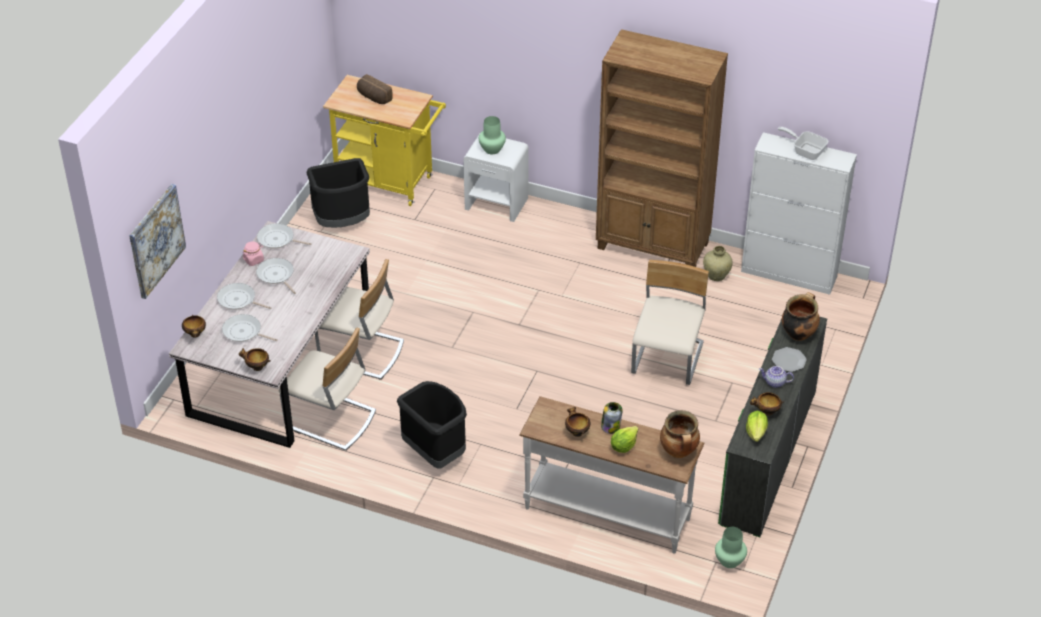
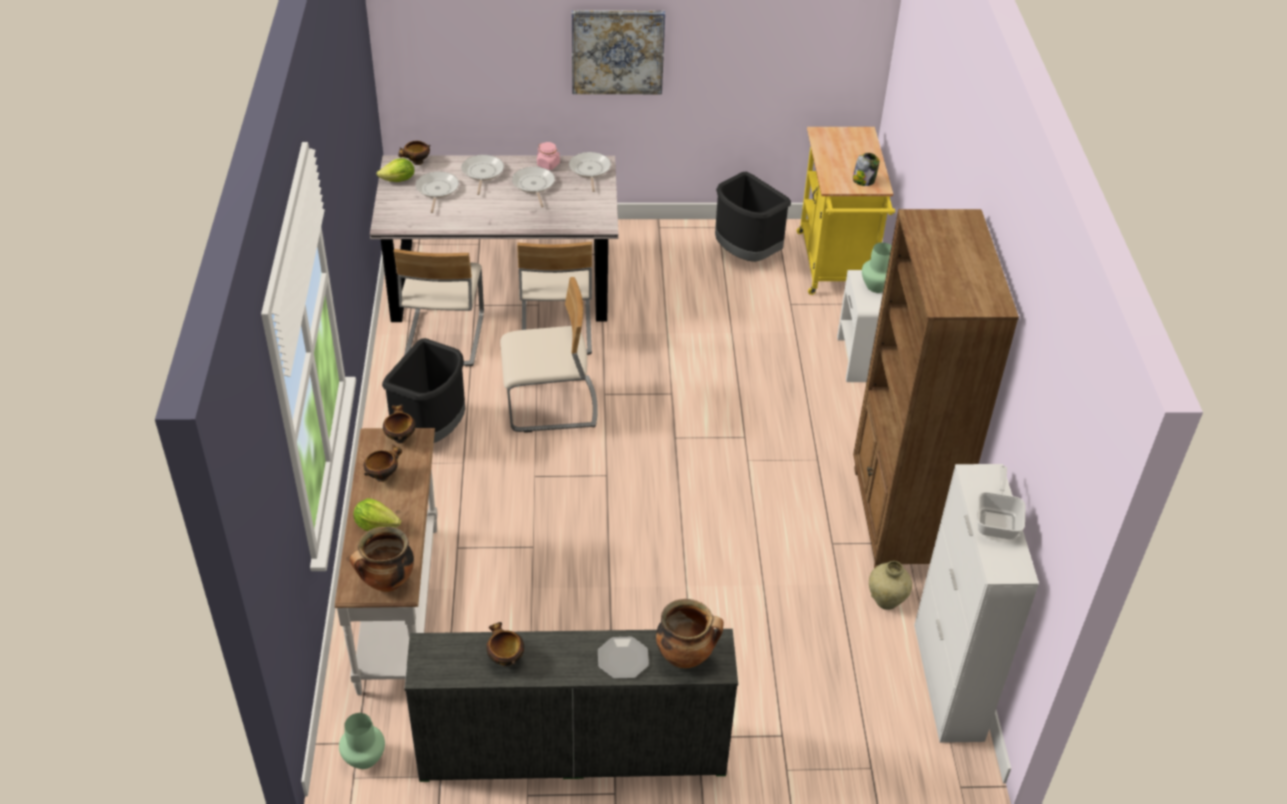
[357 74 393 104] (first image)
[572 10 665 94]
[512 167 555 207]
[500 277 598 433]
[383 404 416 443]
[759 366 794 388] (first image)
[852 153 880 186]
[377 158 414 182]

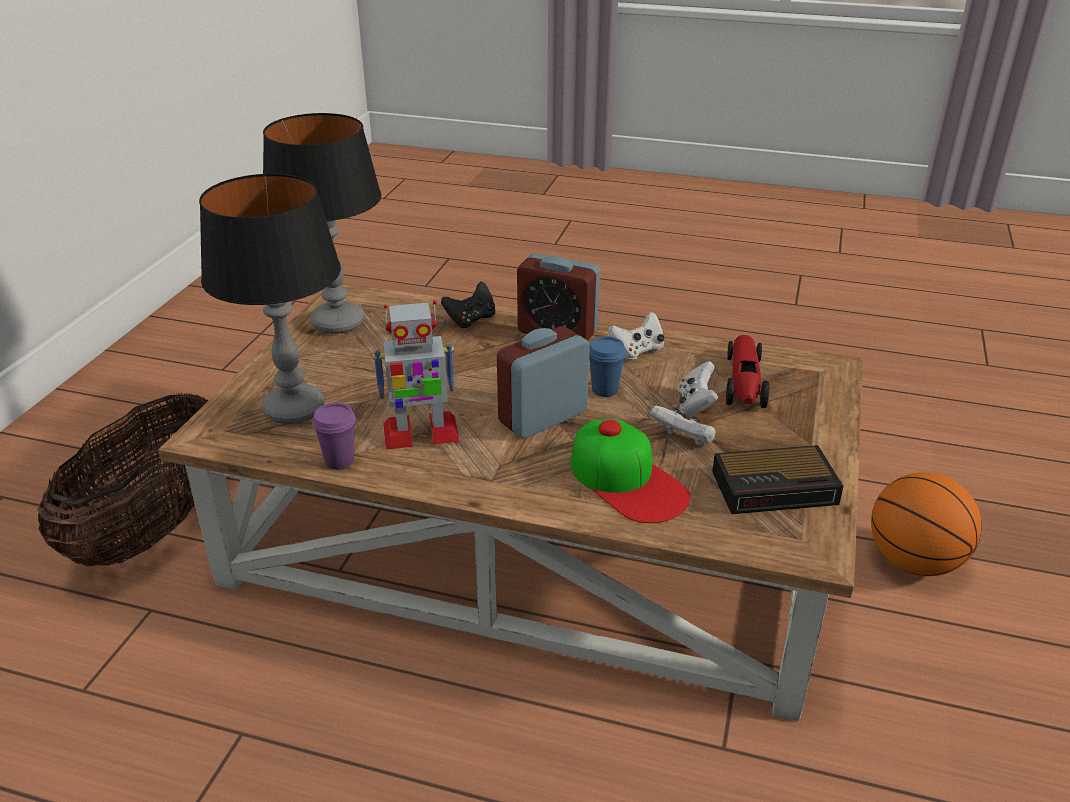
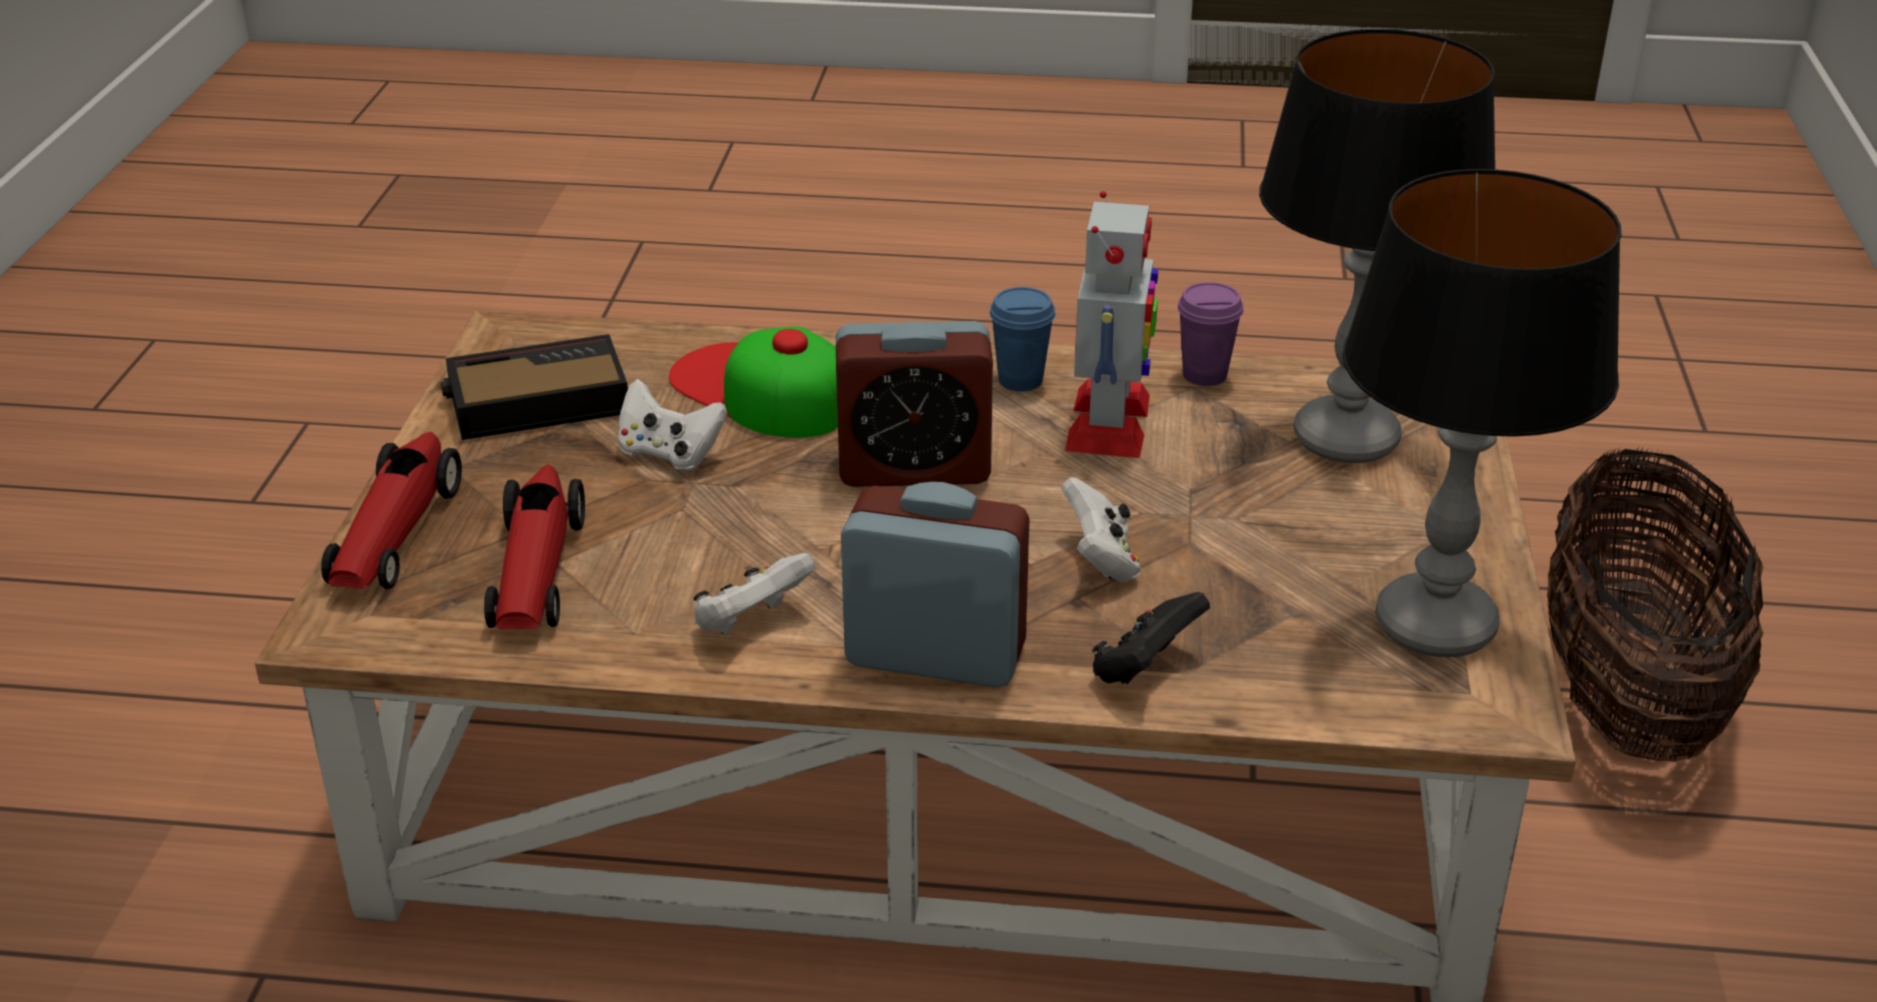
[1065 191 1158 458]
[836 321 993 487]
[989 287 1056 391]
[1061 477 1141 582]
[871 472 982 576] (first image)
[321 432 462 589]

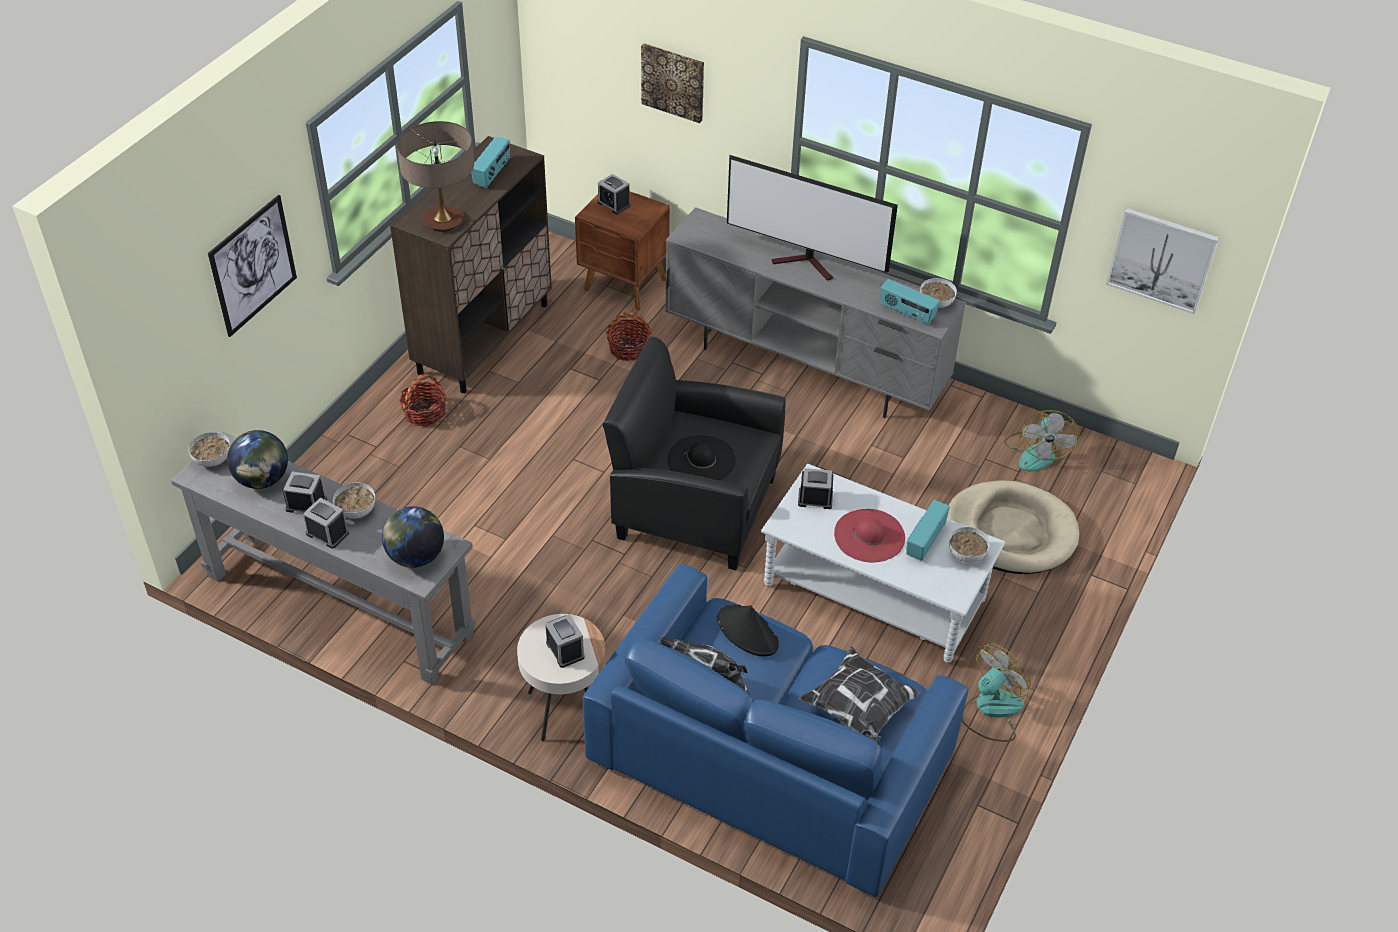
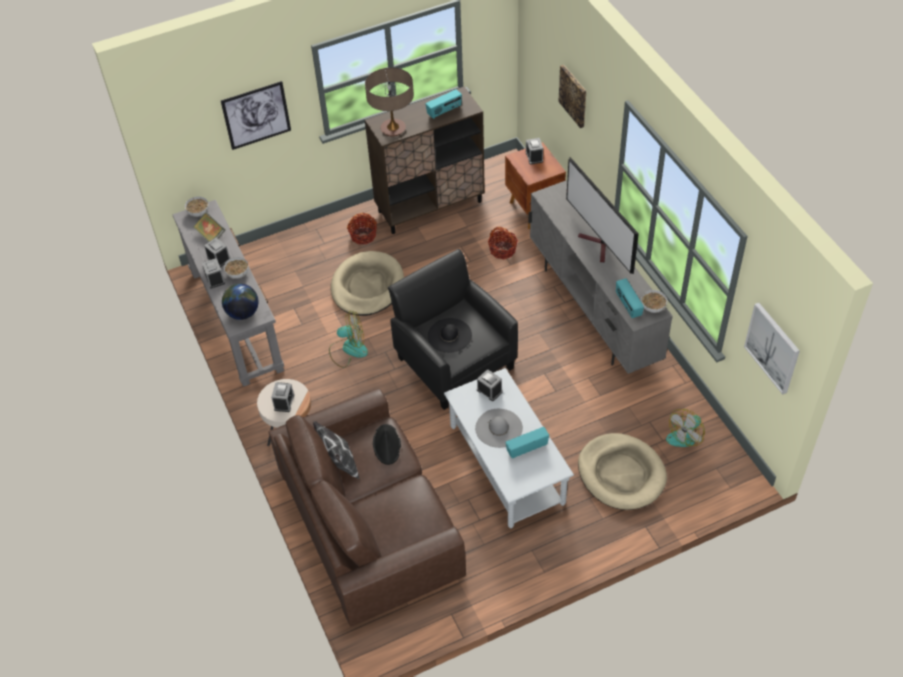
[193 213 225 242]
[475 409 523 448]
[949 527 990 562] (first image)
[268 388 466 626]
[329 311 368 368]
[799 647 921 745] (first image)
[331 251 404 316]

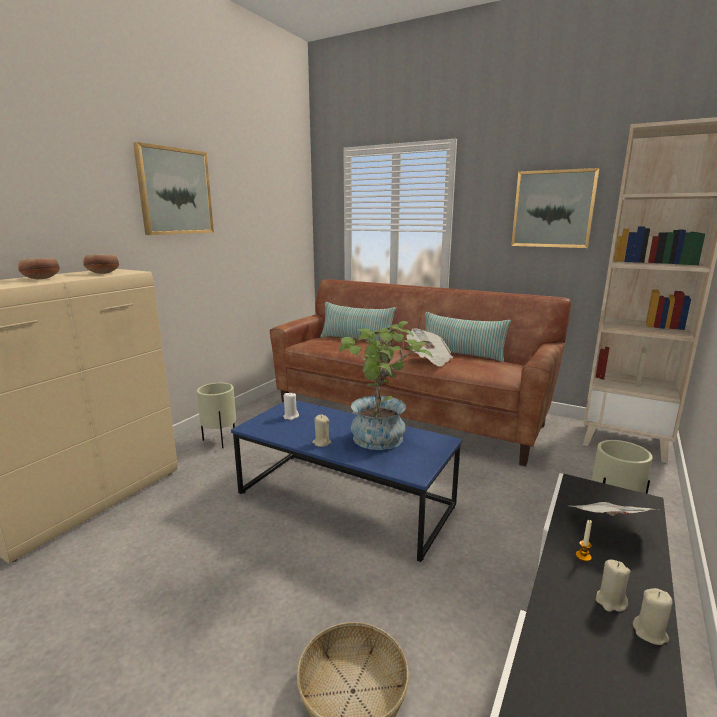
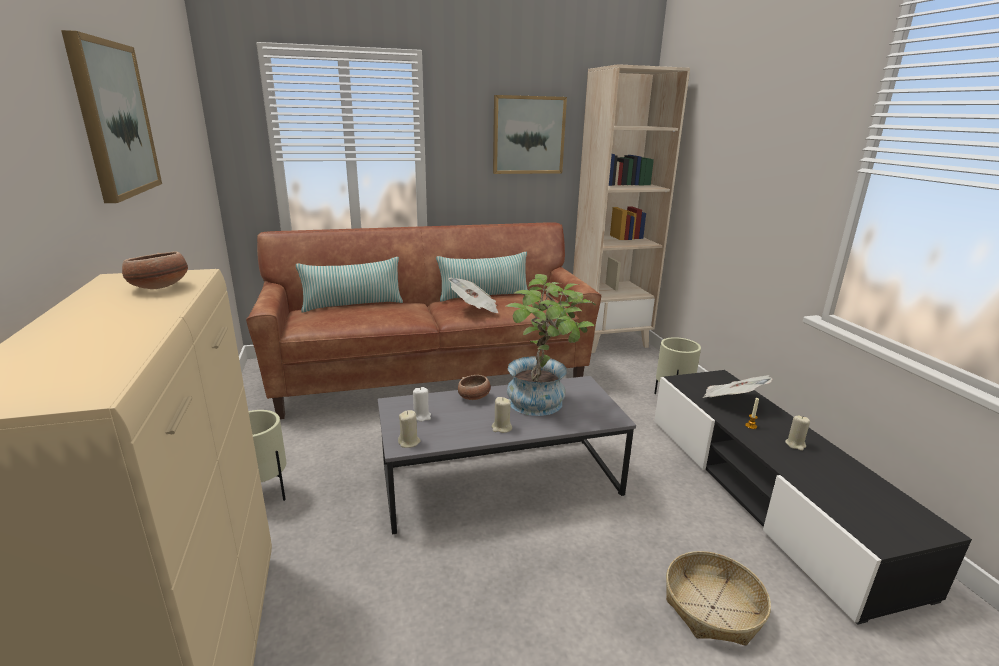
[458 375 491 400]
[378 376 636 534]
[398 410 421 448]

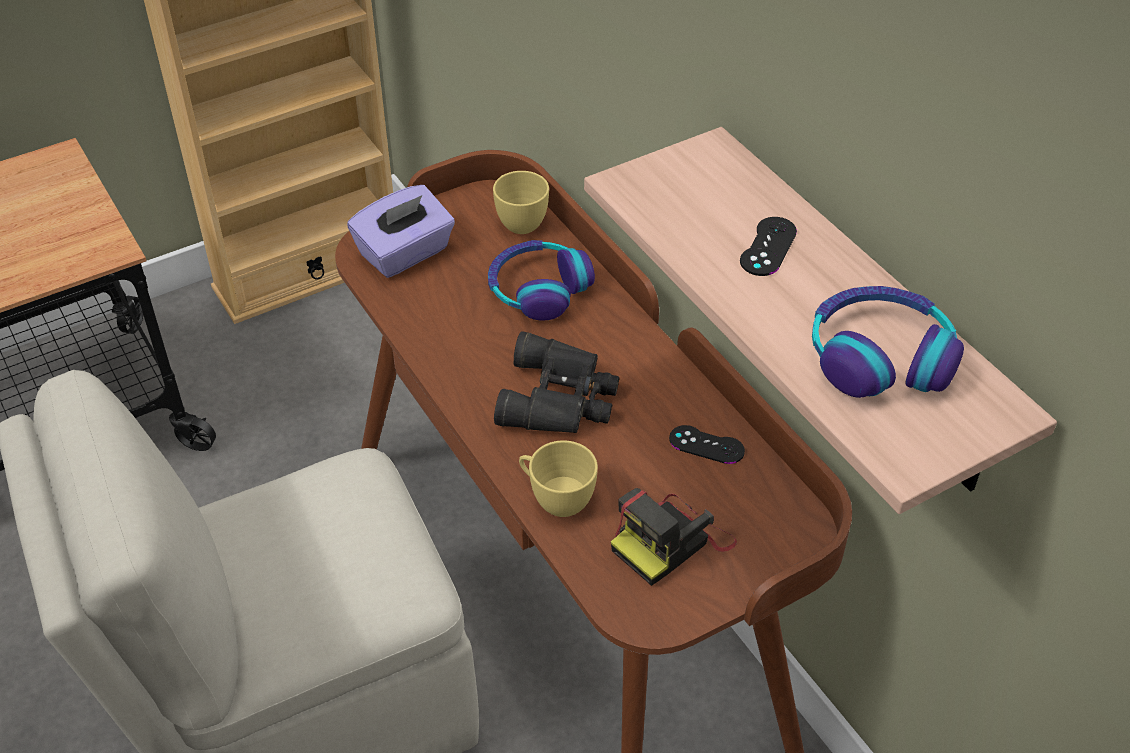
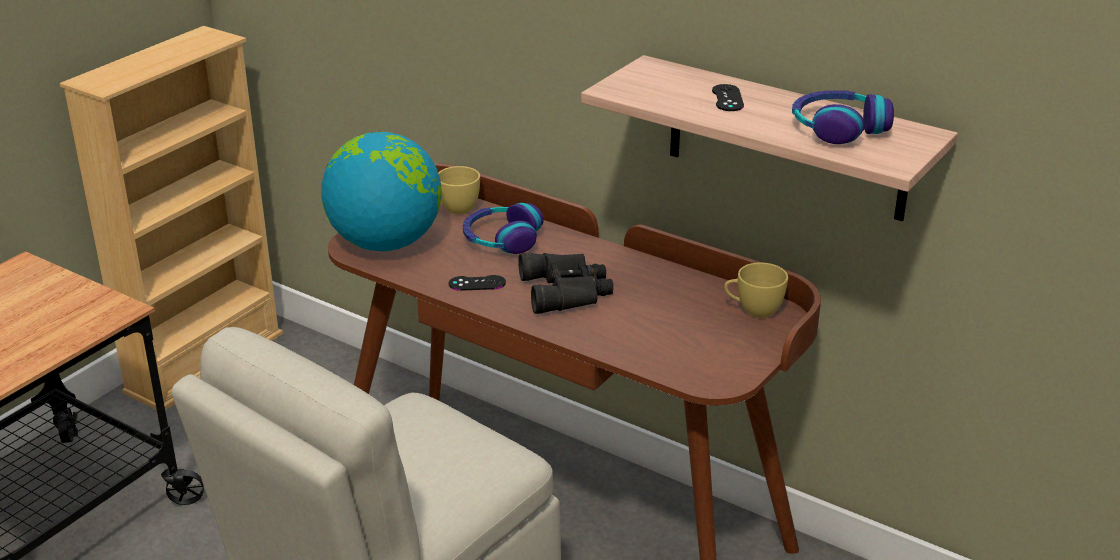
[321 132 442 251]
[449 275 506 291]
[724 262 788 318]
[611 488 737 586] (first image)

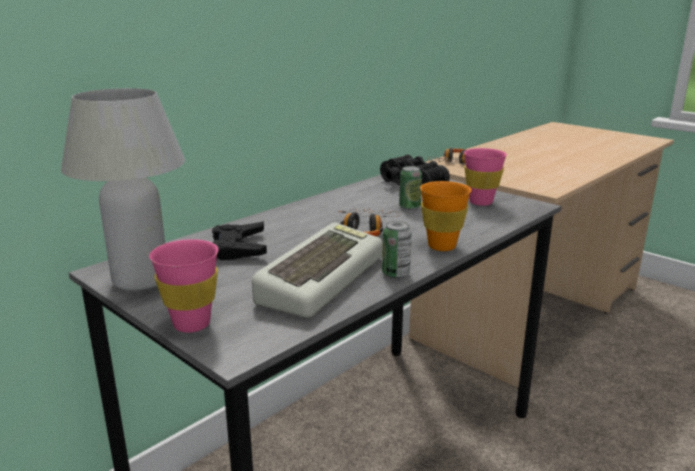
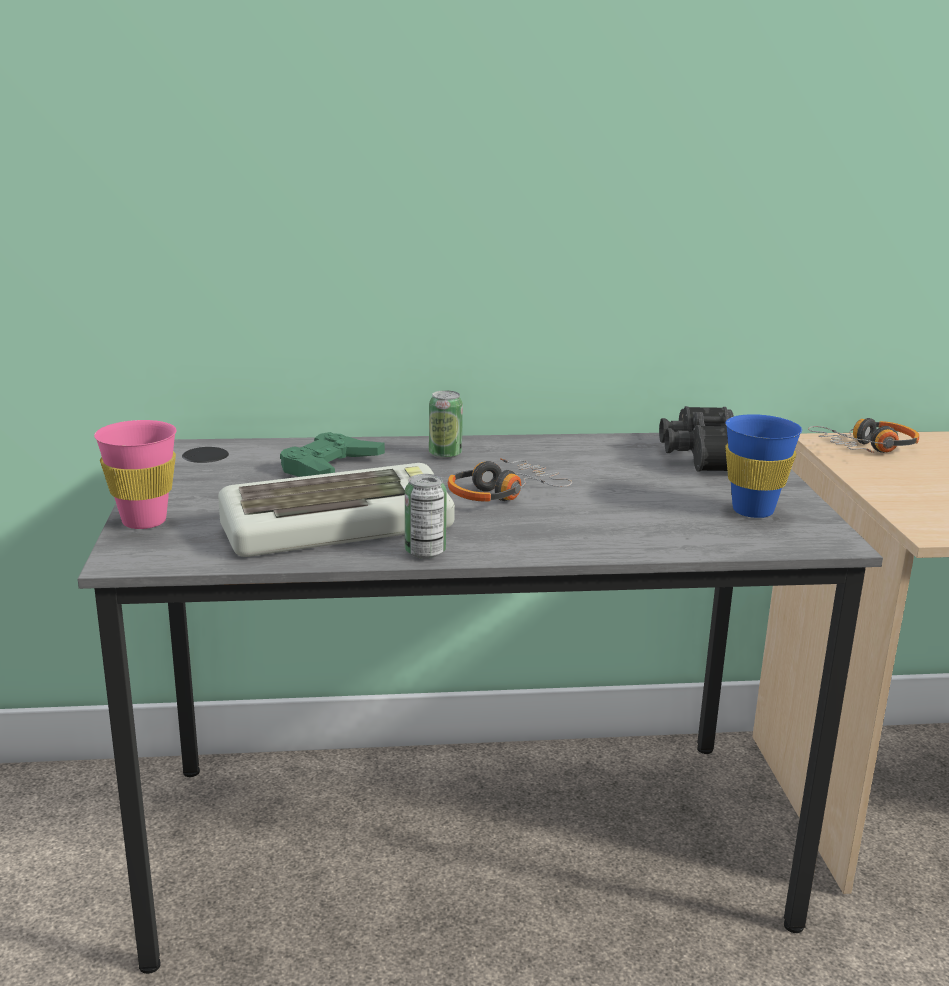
[61 88 185 291] (first image)
[725 414 802 518]
[429 390 463 459]
[420 181 472 251] (first image)
[280 432 385 477]

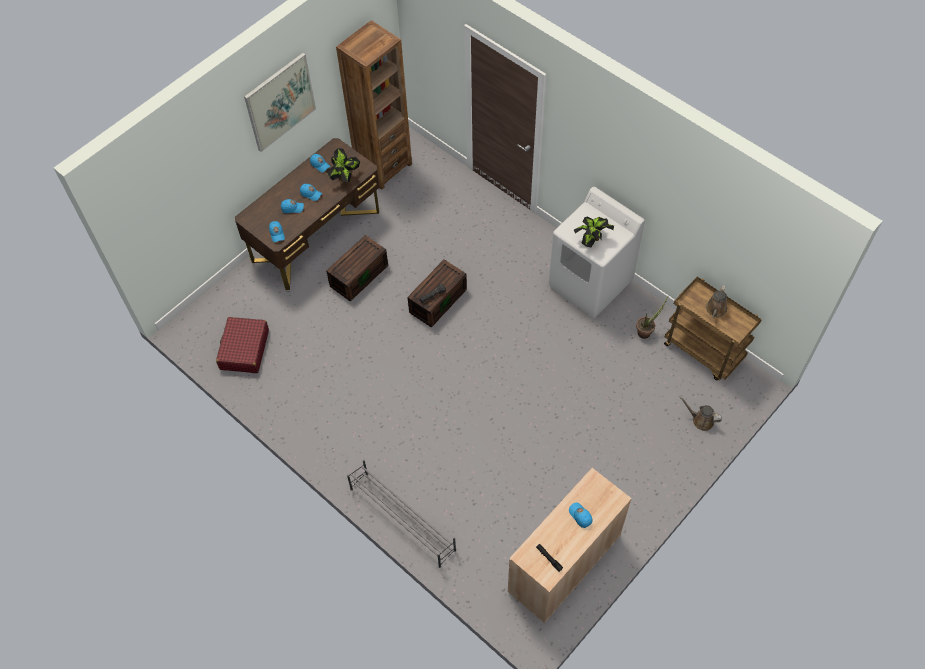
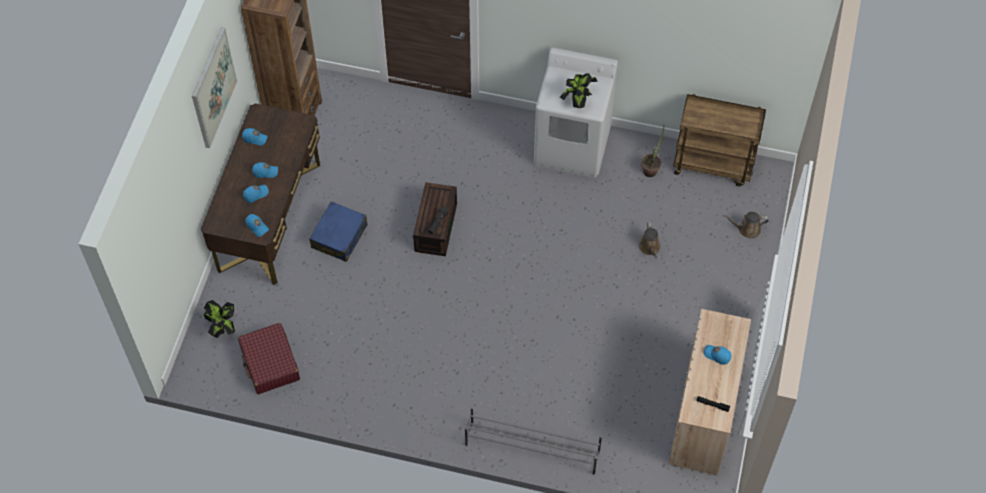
[204 300 235 338]
[309 201 368 262]
[639 222 660 259]

